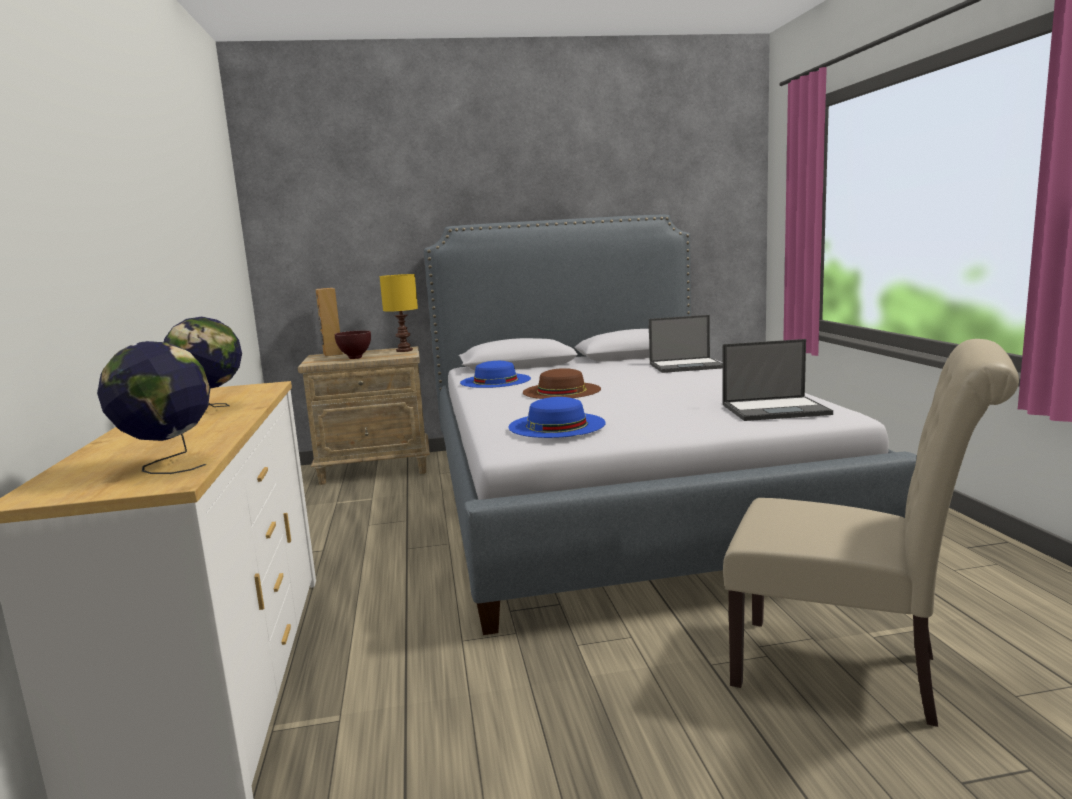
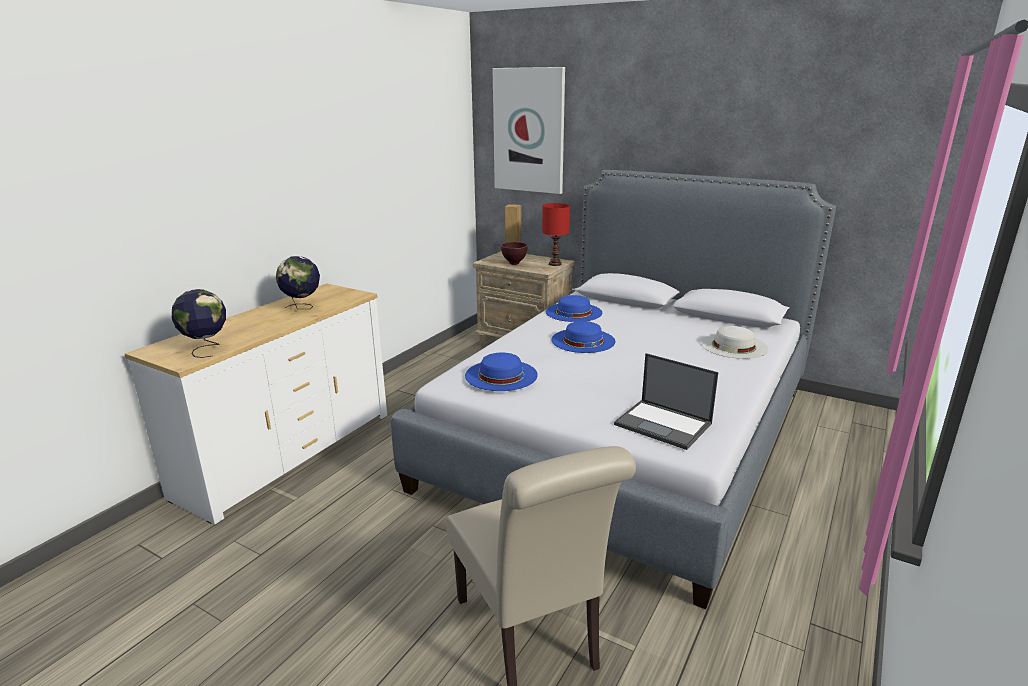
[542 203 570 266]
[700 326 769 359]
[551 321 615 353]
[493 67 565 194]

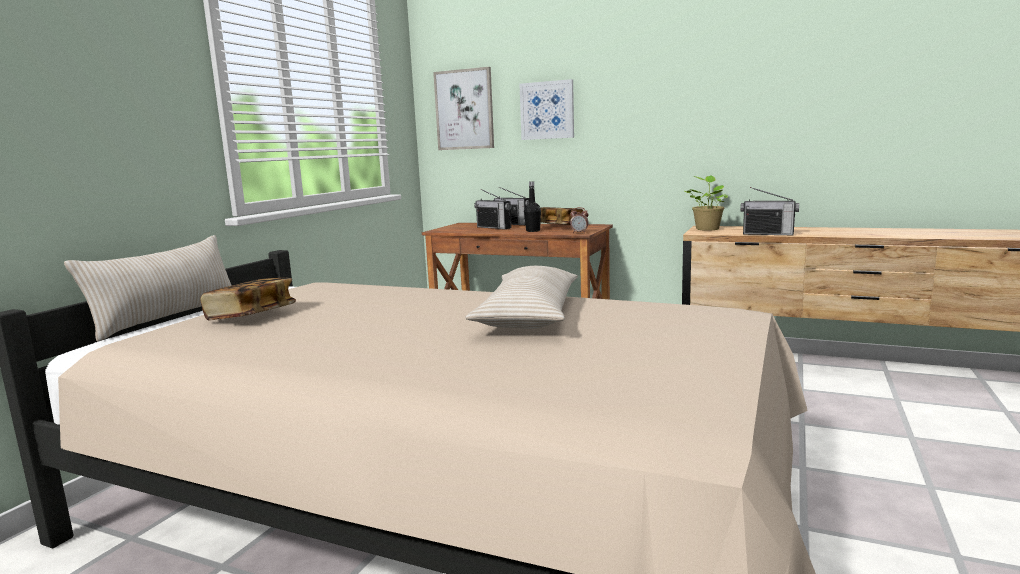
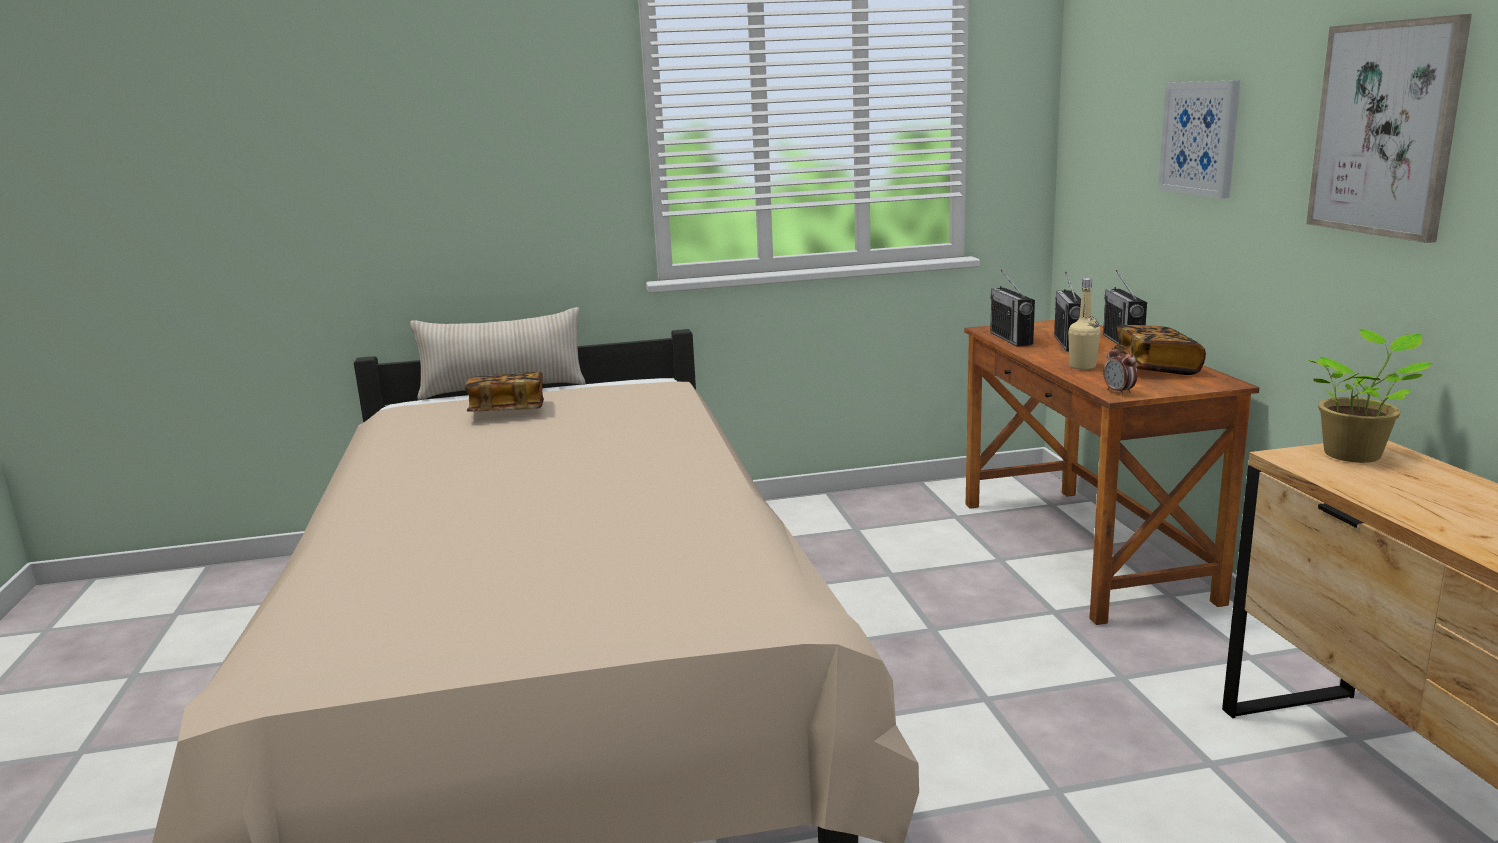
[1306 14 1472 243]
[1068 278 1101 370]
[990 270 1035 347]
[466 266 578 329] (first image)

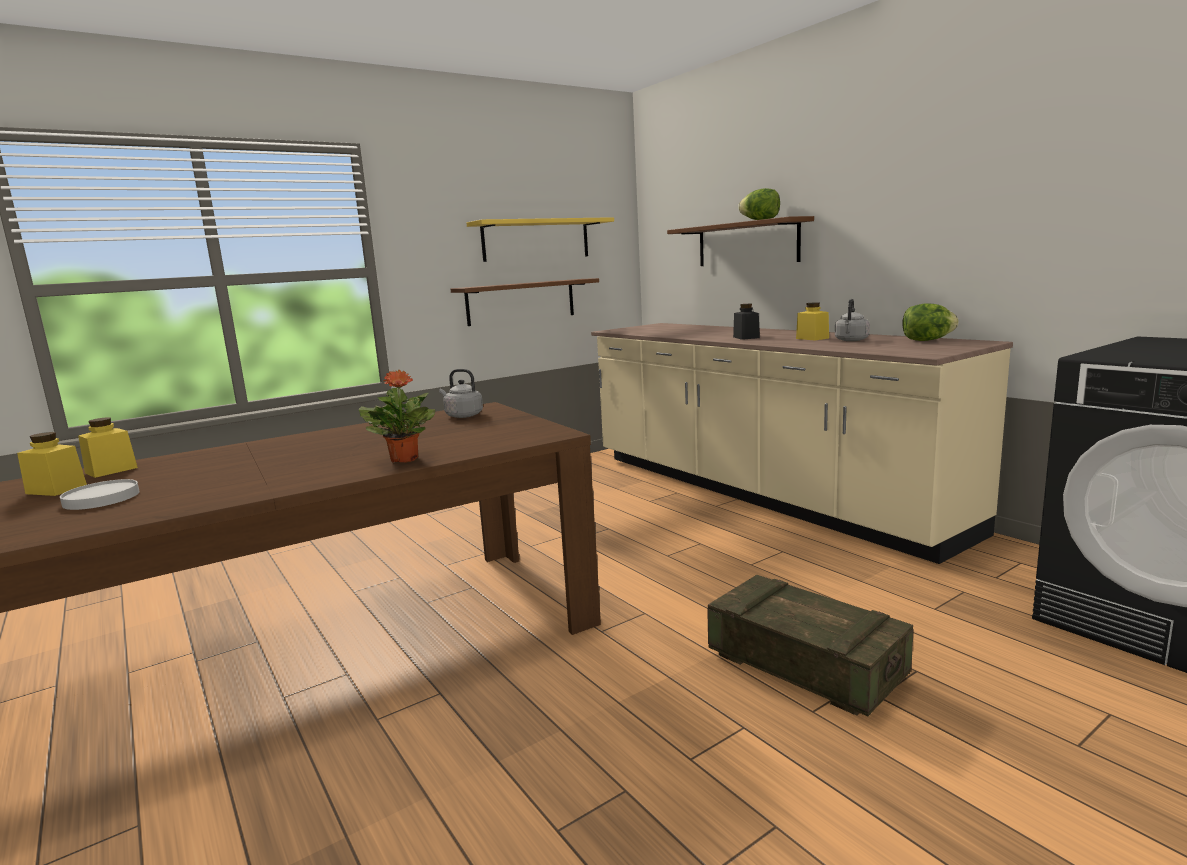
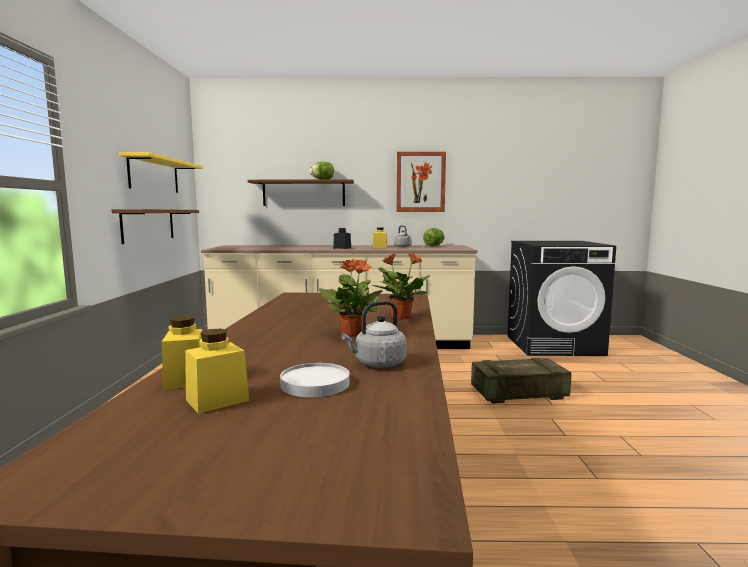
[341 301 407 367]
[396 152 446 212]
[318 259 383 337]

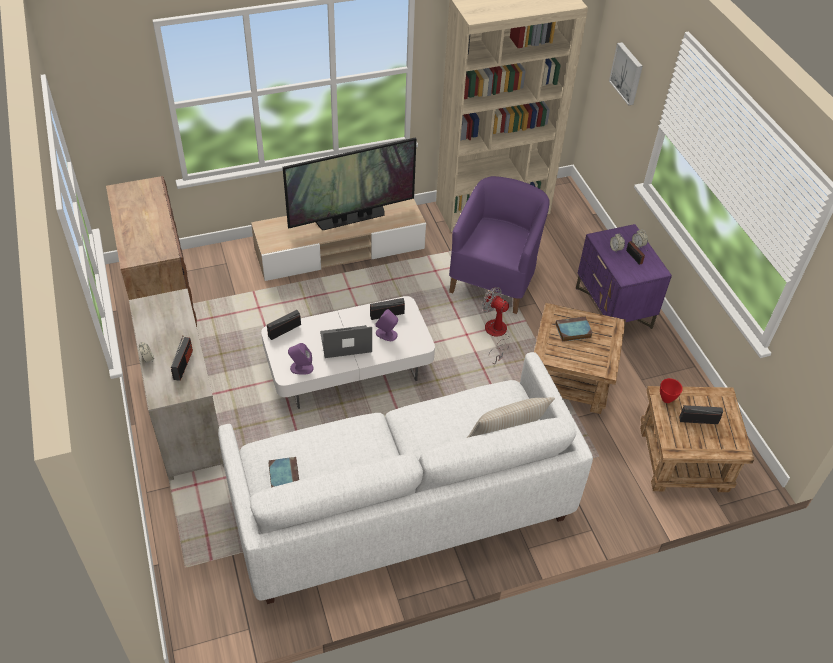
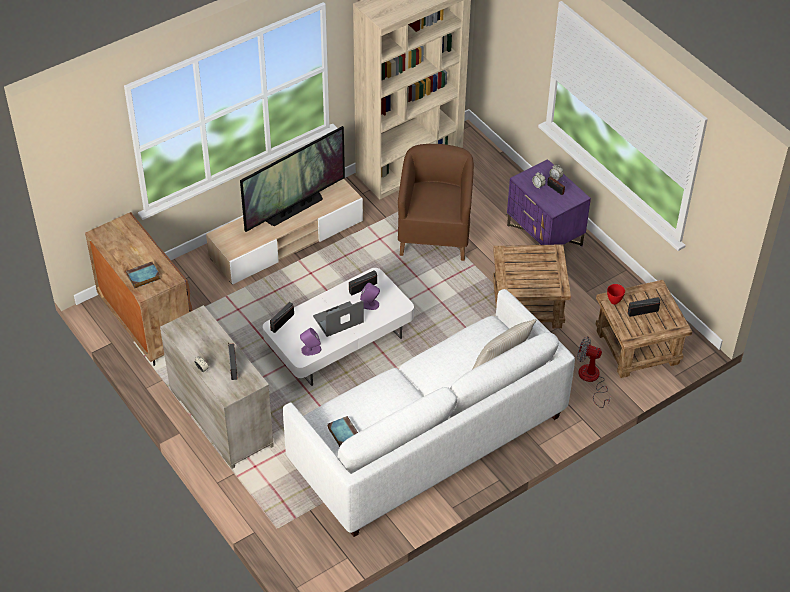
[609 42 643 105] (first image)
[398 144 474 261]
[577 337 611 408]
[126 262 160 288]

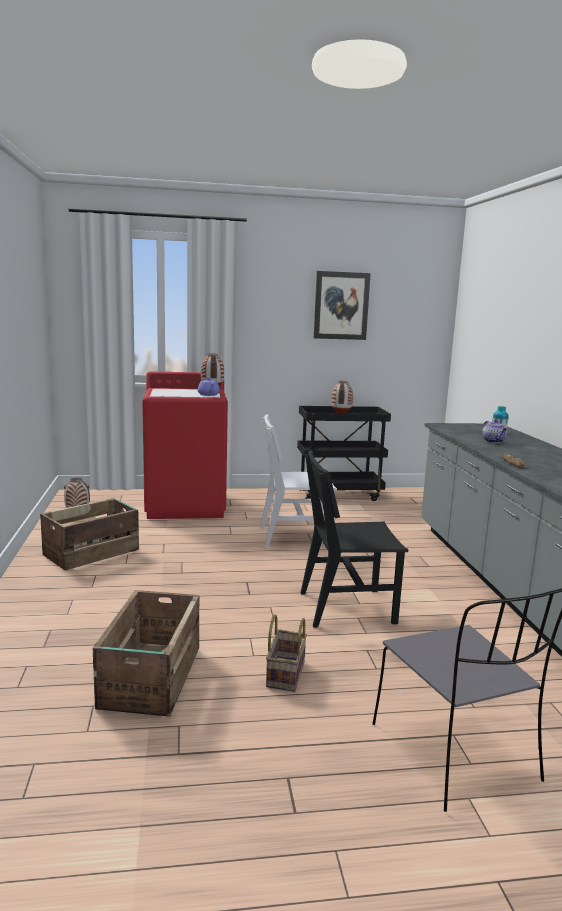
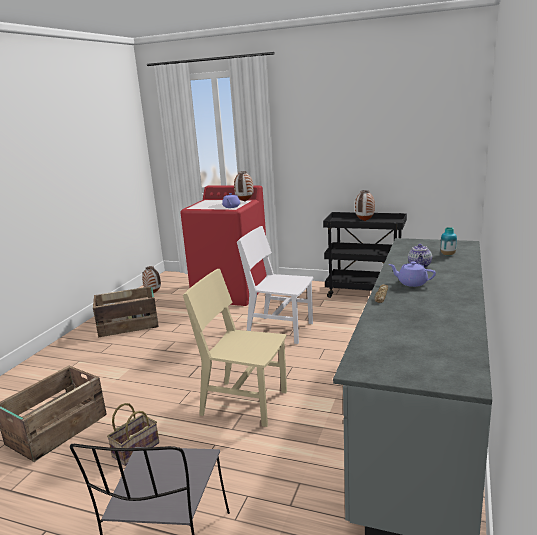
[314 271 371 340] (first image)
[183 269 287 427]
[388 261 436 287]

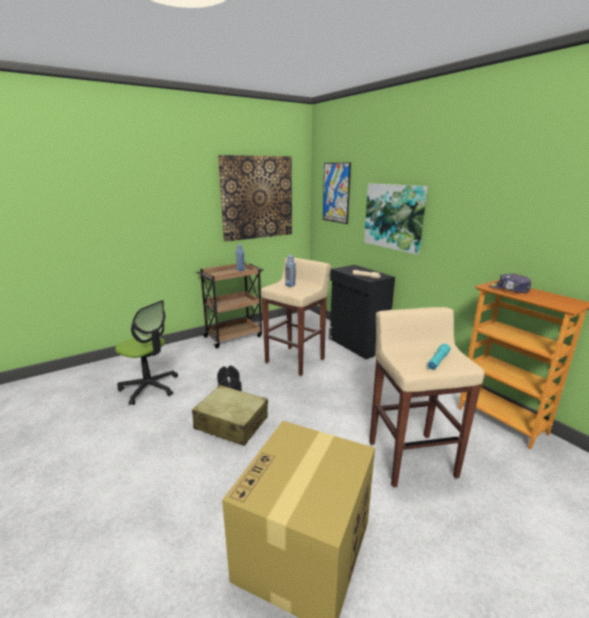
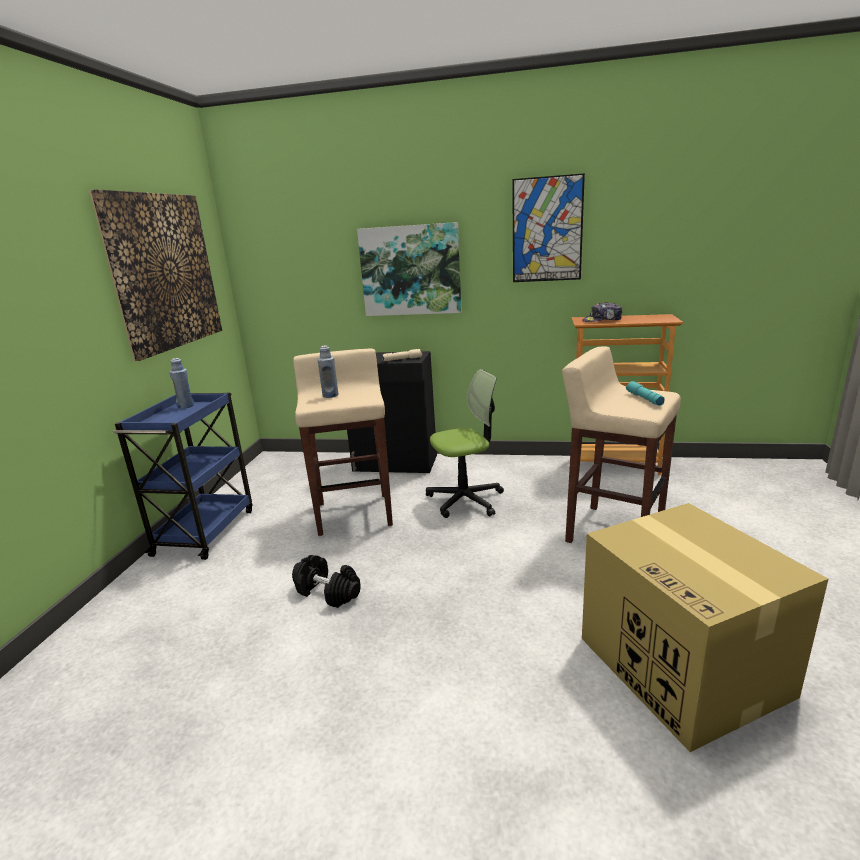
[512 173 585 282]
[113 393 253 560]
[426 369 504 518]
[192 385 268 446] (first image)

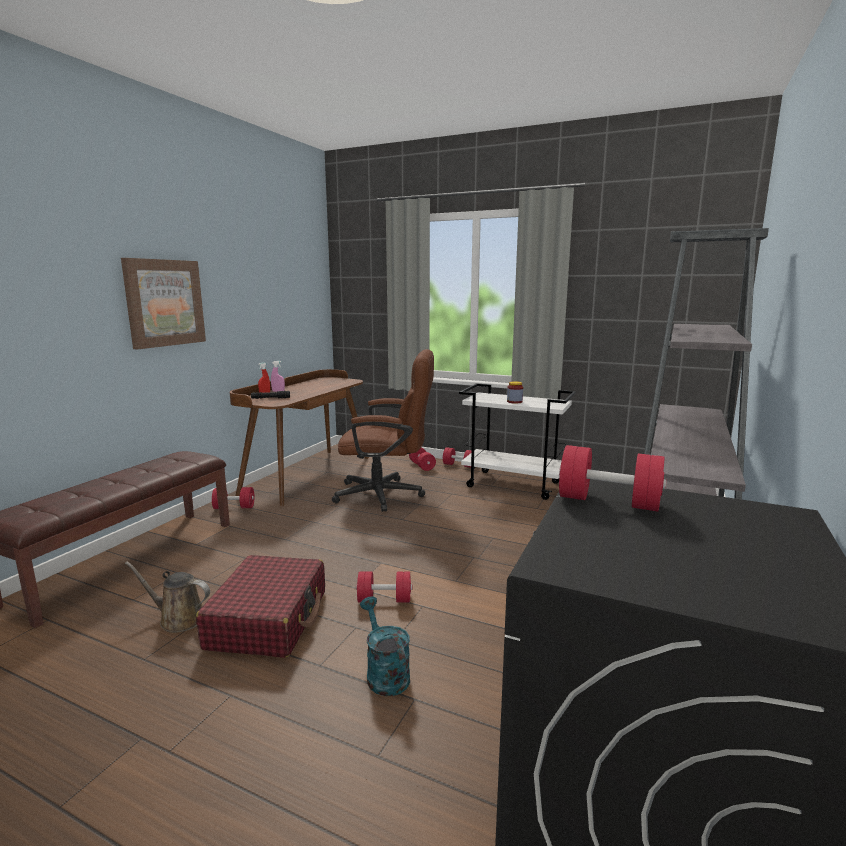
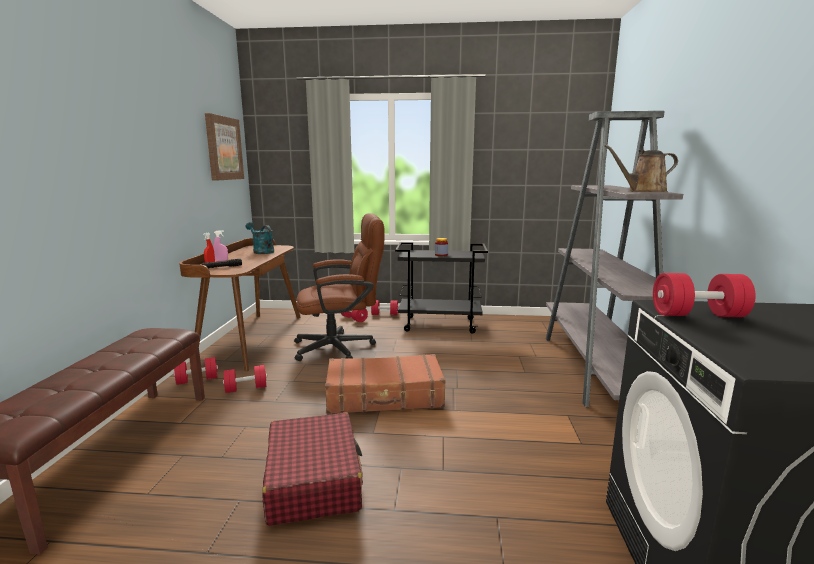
[205 113 244 181]
[395 242 488 334]
[604 145 678 192]
[223 365 267 393]
[246 222 274 254]
[325 354 446 414]

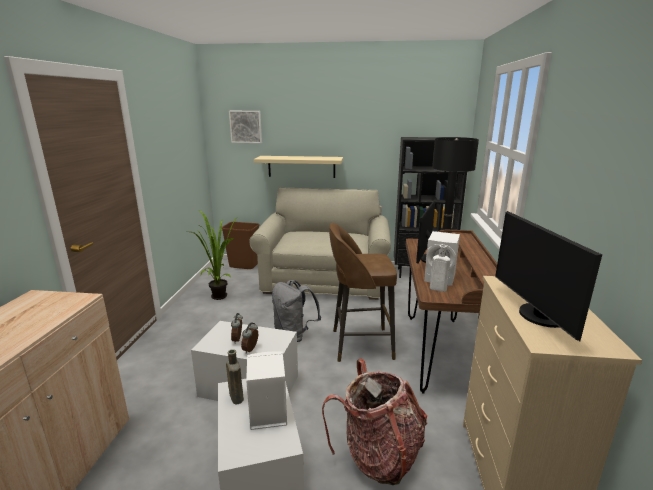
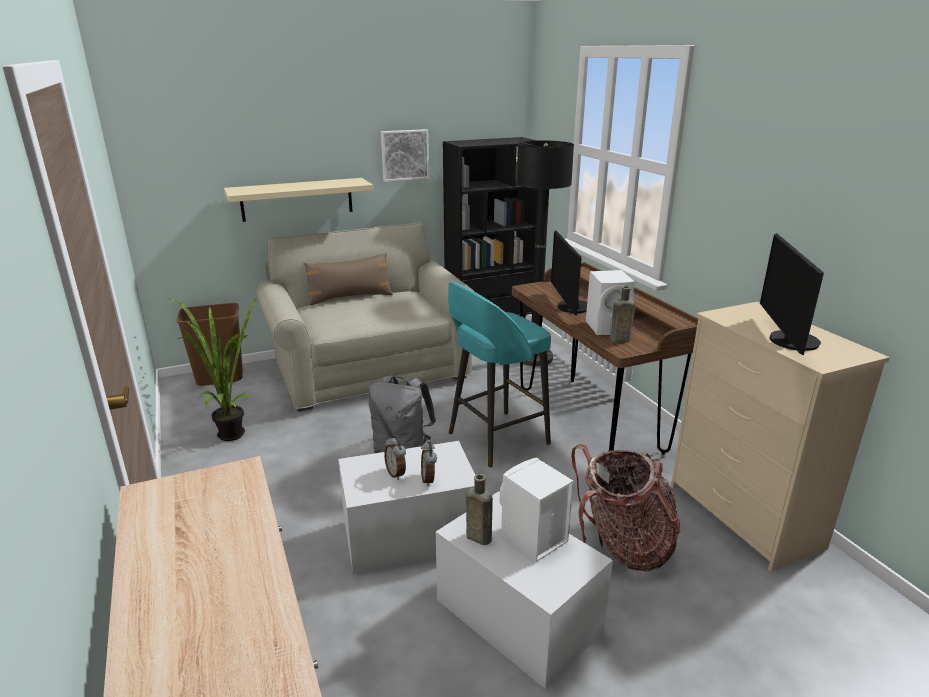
[381 129 429 182]
[760 233 824 356]
[448 281 551 468]
[610 286 635 343]
[304 253 393 306]

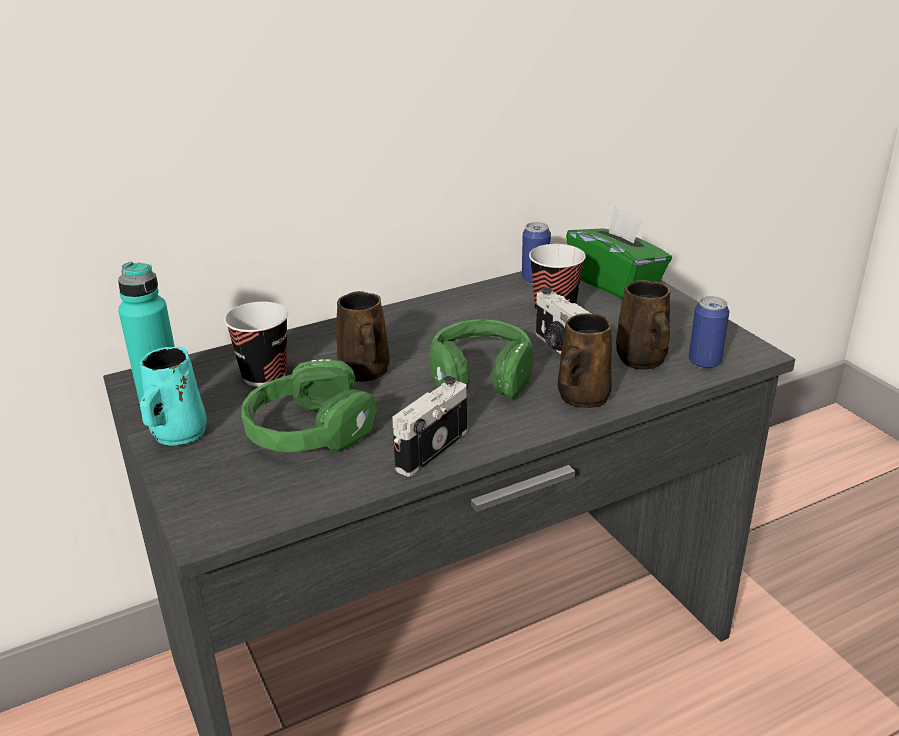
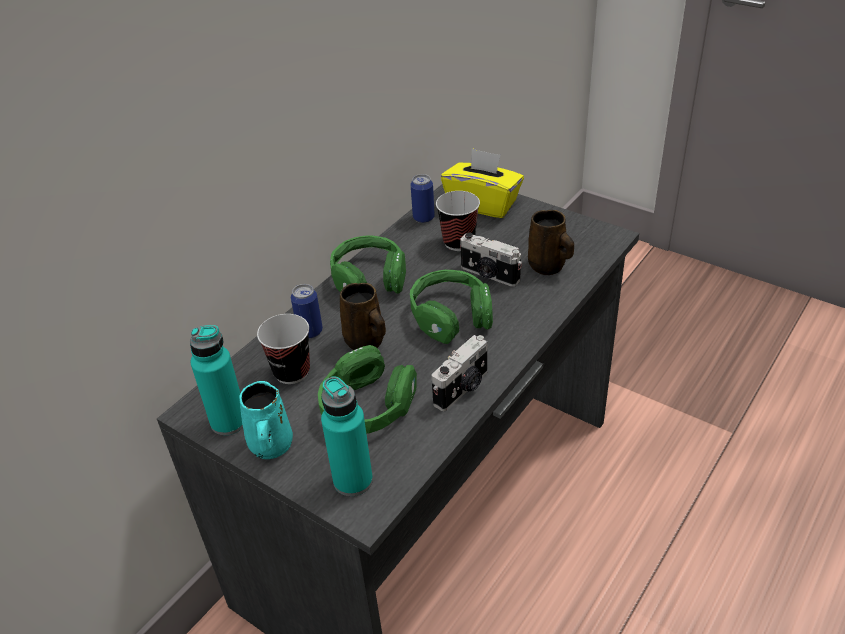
[441 148 524 218]
[291 284 323 338]
[558 314 612 408] (first image)
[432 335 487 411]
[330 235 406 294]
[321 376 373 496]

